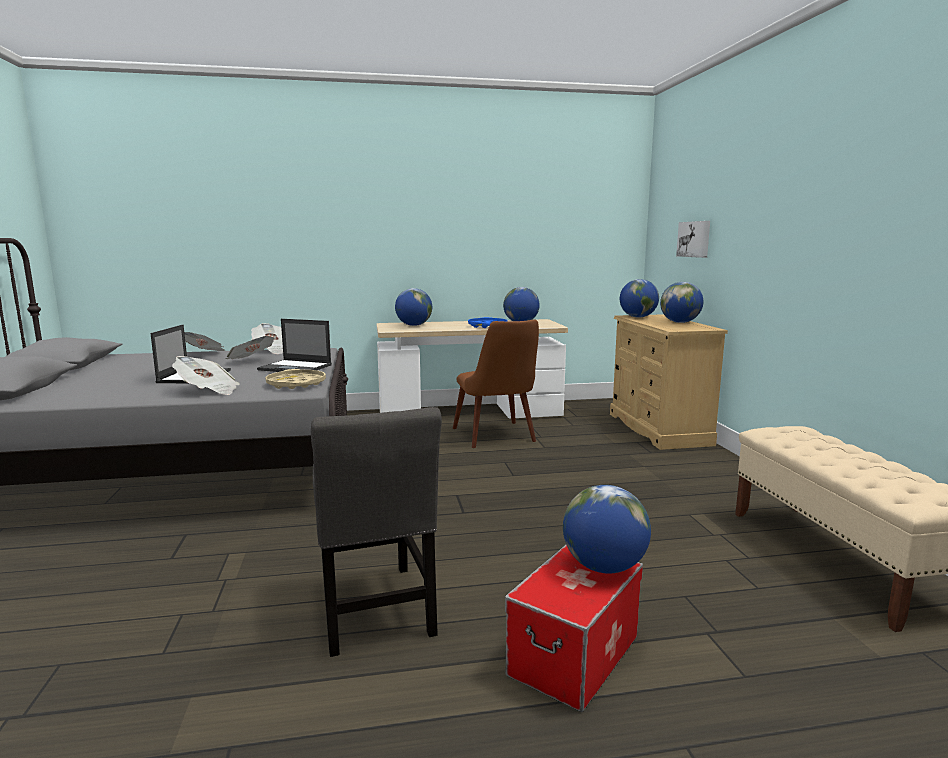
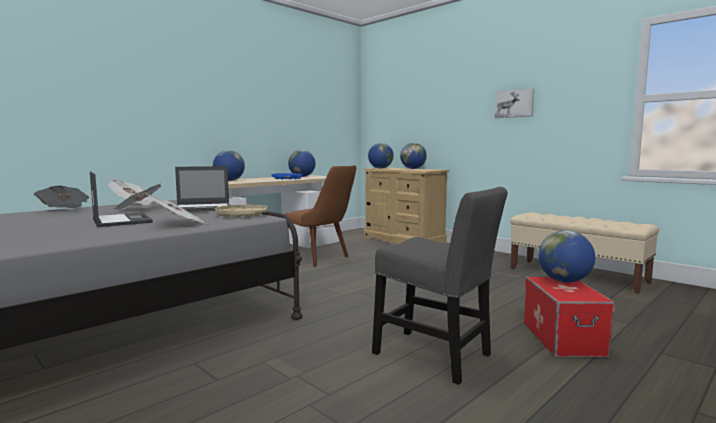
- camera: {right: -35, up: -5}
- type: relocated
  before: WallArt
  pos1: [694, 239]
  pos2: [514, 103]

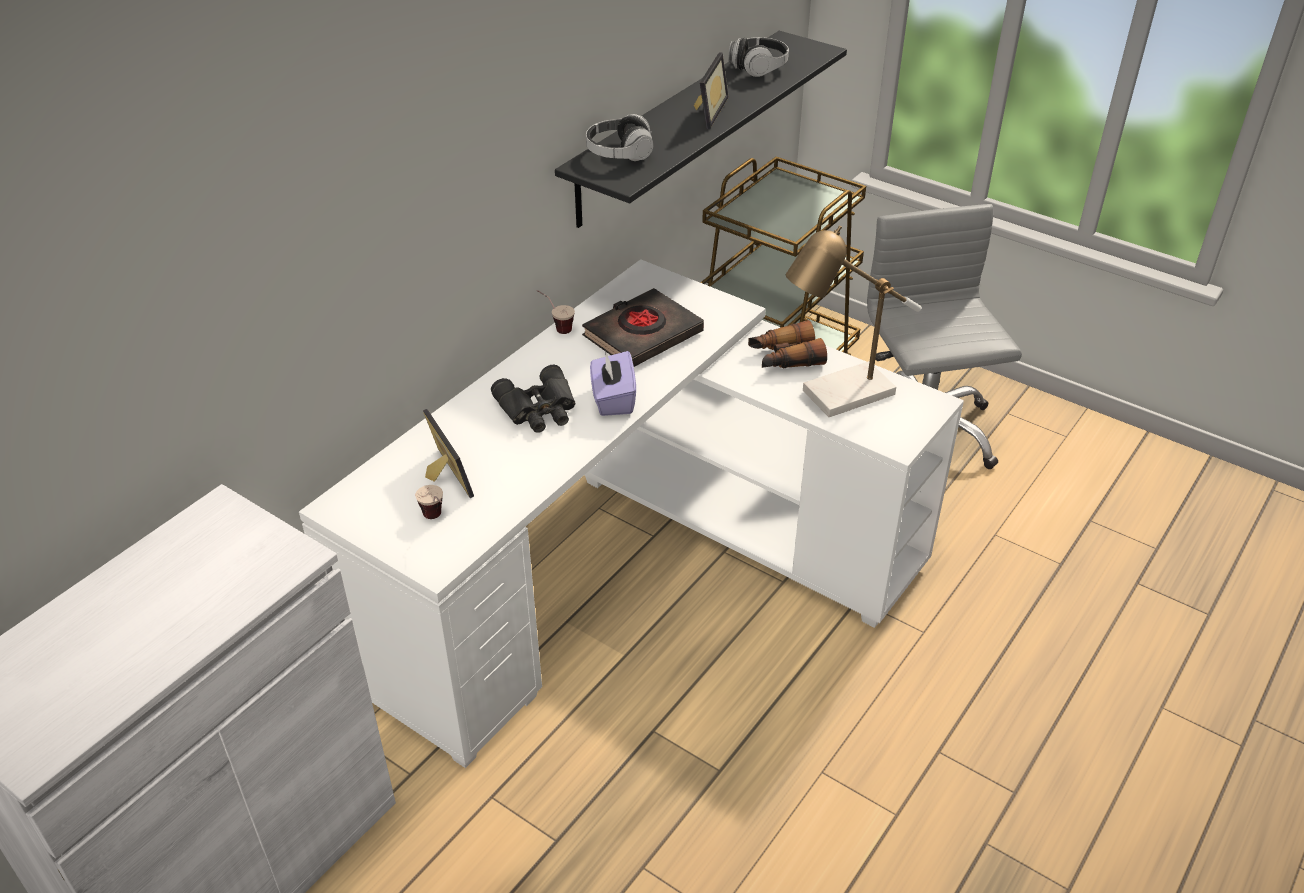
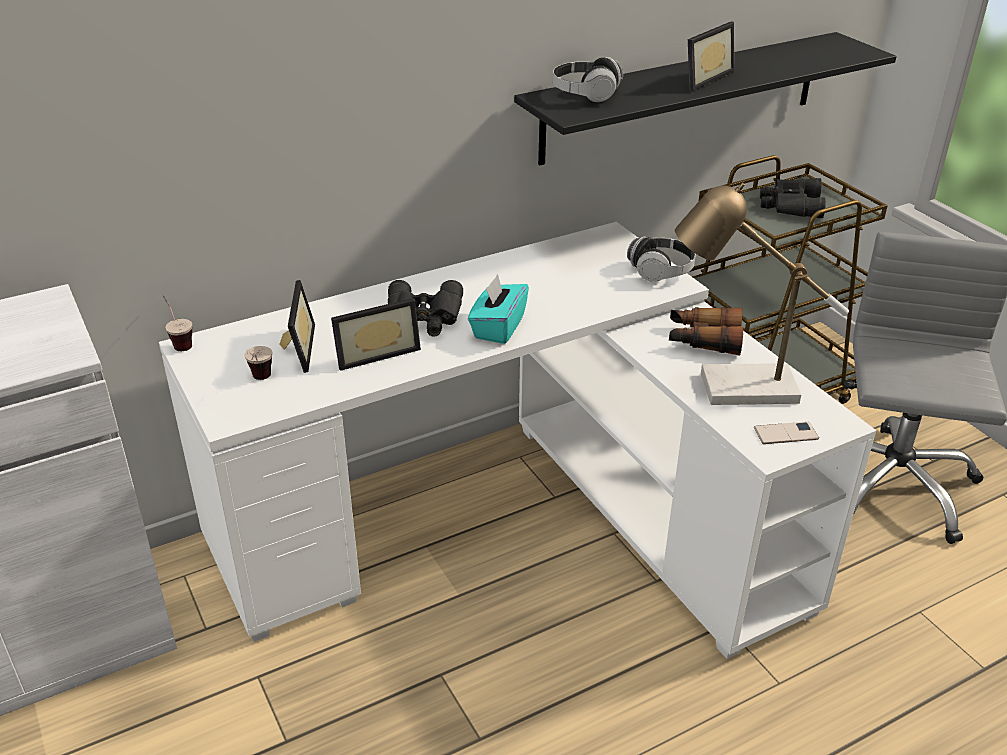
- camera: {right: 25, up: -5}
- type: relocated
  before: PairOfHeadphones
  pos1: [758, 68]
  pos2: [660, 271]
- type: missing
  before: BlackVolume
  pos1: [642, 335]
- type: relocated
  before: SmallCup
  pos1: [556, 327]
  pos2: [179, 342]
- type: colour
  before: PurplishTissueHolder
  after: TurquoiseTissueHolder
  pos1: [613, 399]
  pos2: [498, 328]
- type: appeared
  after: BlackBinoculars
  pos2: [789, 205]
- type: appeared
  after: PhotoFrame
  pos2: [375, 352]
- type: appeared
  after: Telephone
  pos2: [785, 433]

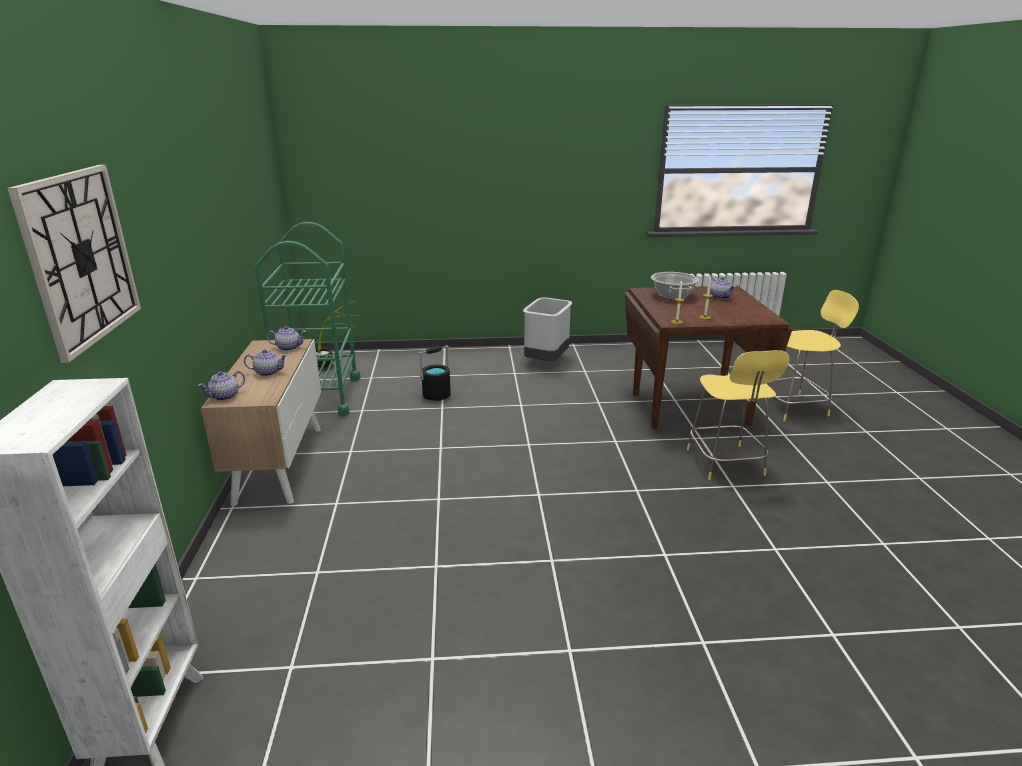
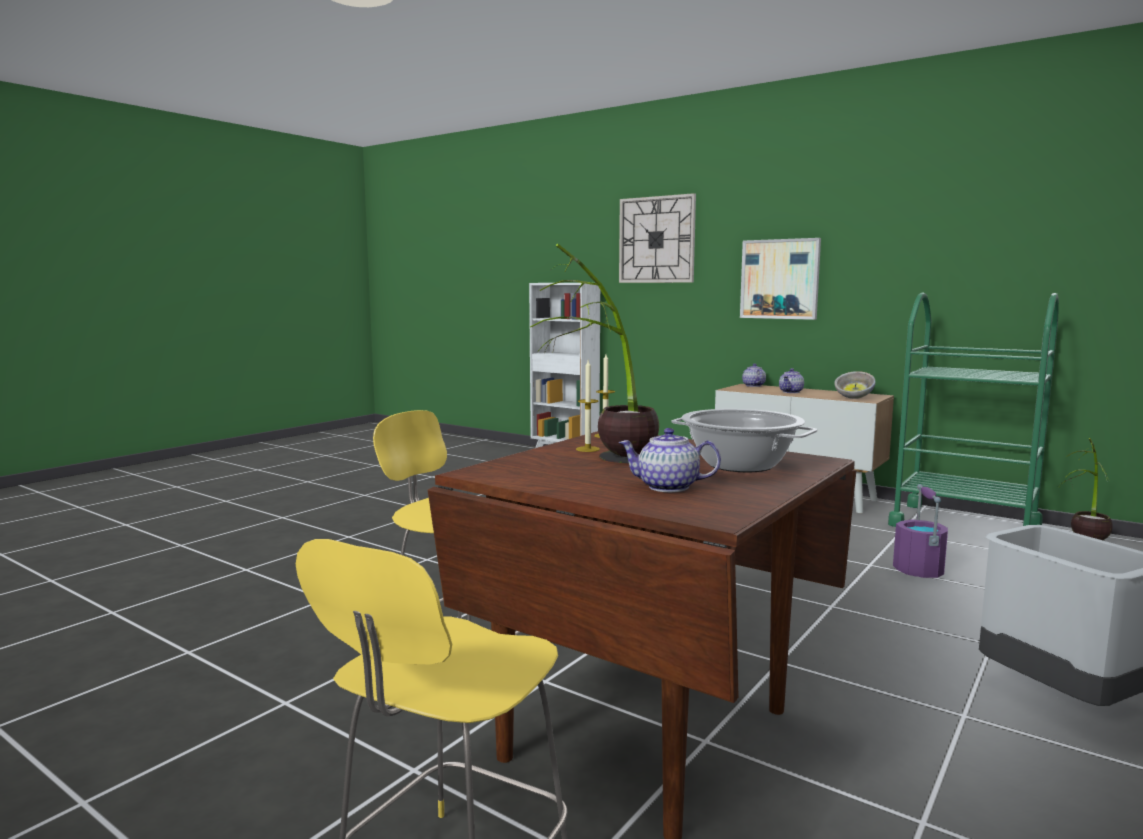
- camera: {right: 130, up: -15}
- type: exchanged
  before: PotForTea
  after: ServingBowl
  pos1: [289, 347]
  pos2: [854, 398]
- type: colour
  before: BlackPail
  after: PurplishPail
  pos1: [437, 395]
  pos2: [919, 571]
- type: appeared
  after: WallArt
  pos2: [780, 279]
- type: appeared
  after: PlantInAPot
  pos2: [605, 462]

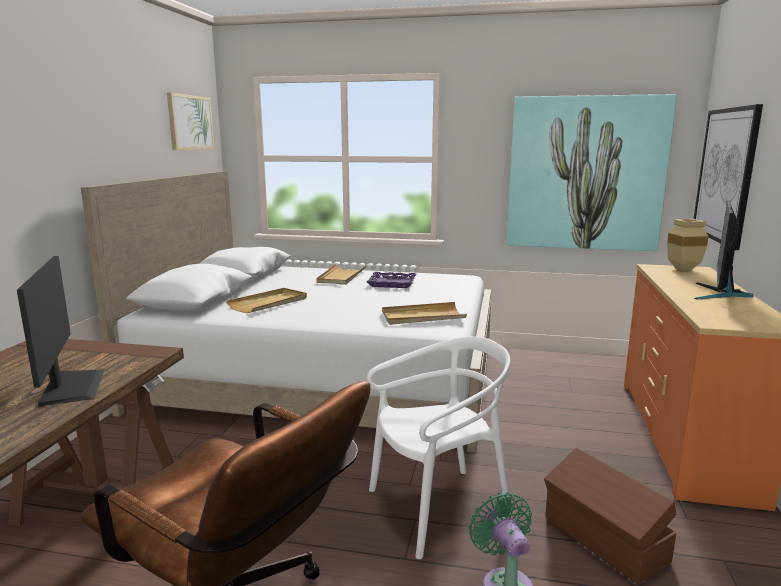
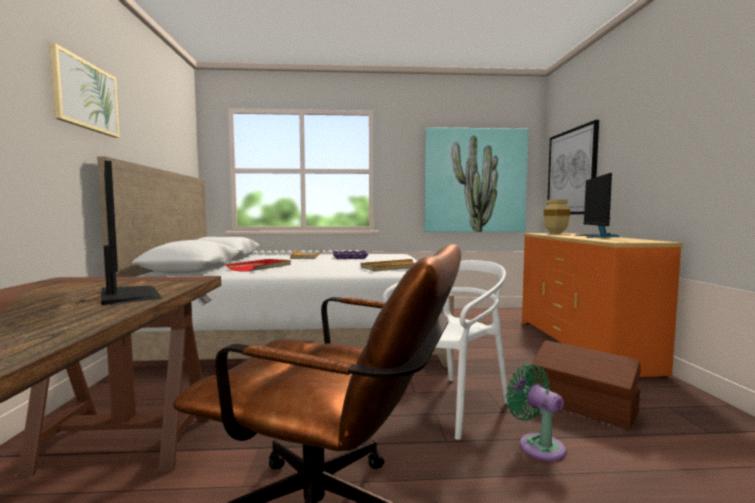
- camera: {right: -15, up: -10}
- type: relocated
  before: WallArt
  pos1: [190, 122]
  pos2: [85, 95]
- type: colour
  before: BeigeCarryingTray
  after: RedColouredCarryingTray
  pos1: [269, 303]
  pos2: [261, 267]

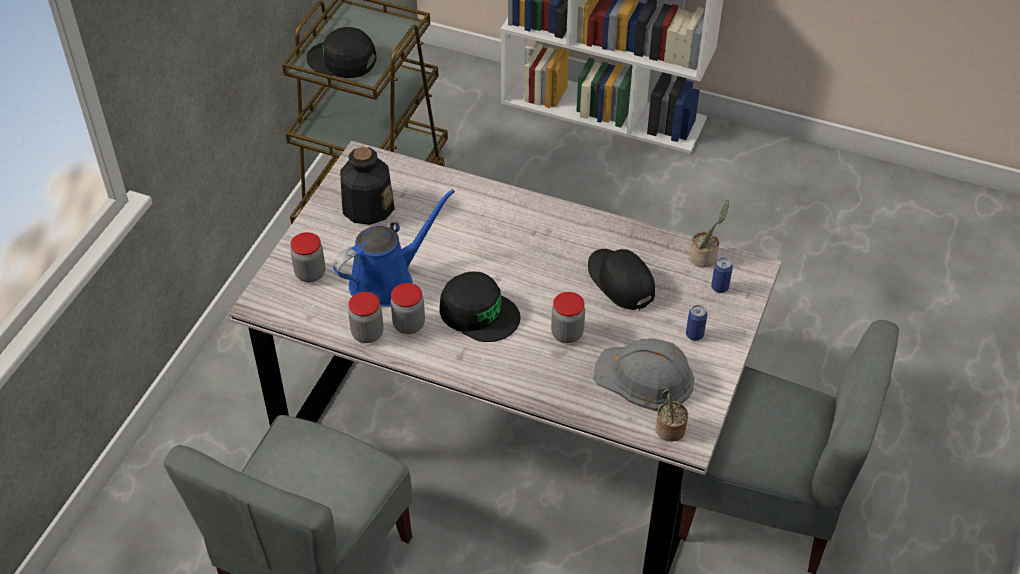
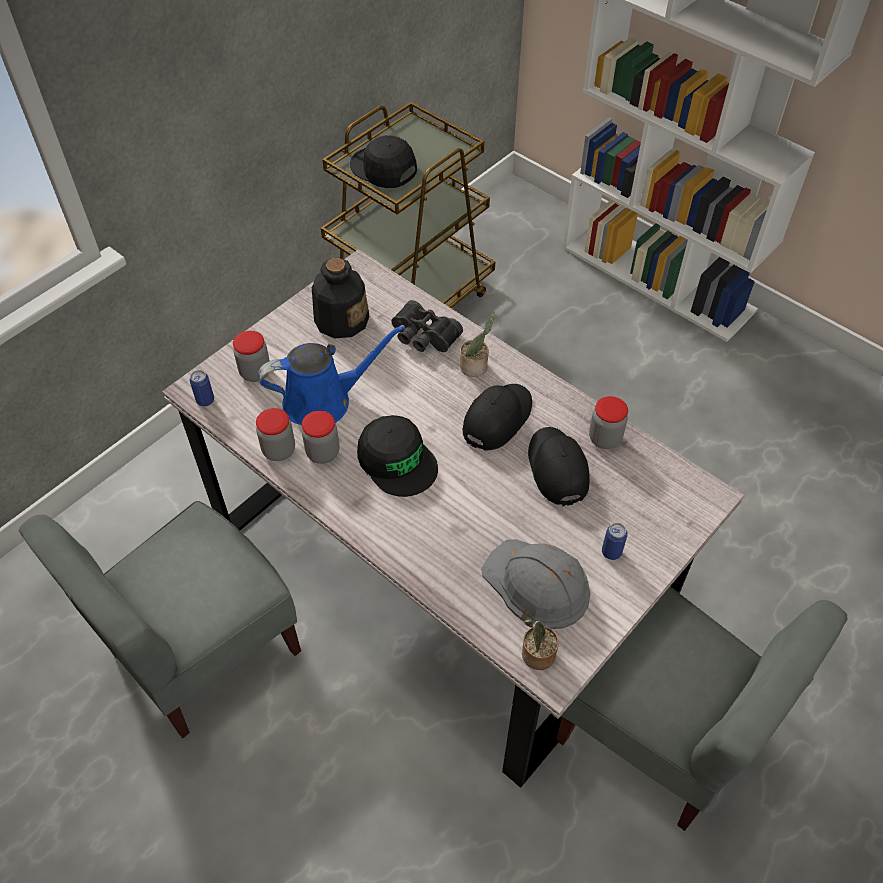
- camera: {right: 20, up: 5}
- type: relocated
  before: PlantInAPot
  pos1: [705, 257]
  pos2: [475, 367]
- type: relocated
  before: SealedCan
  pos1: [719, 287]
  pos2: [205, 400]
- type: relocated
  before: StorageJar
  pos1: [567, 333]
  pos2: [605, 438]
- type: appeared
  after: BlackBinoculars
  pos2: [423, 337]
- type: appeared
  after: BlackCap
  pos2: [497, 419]

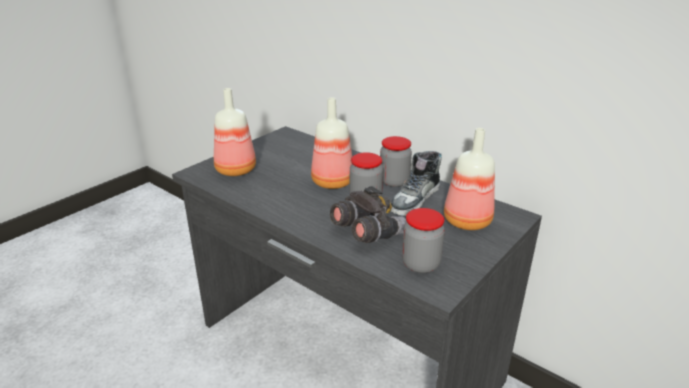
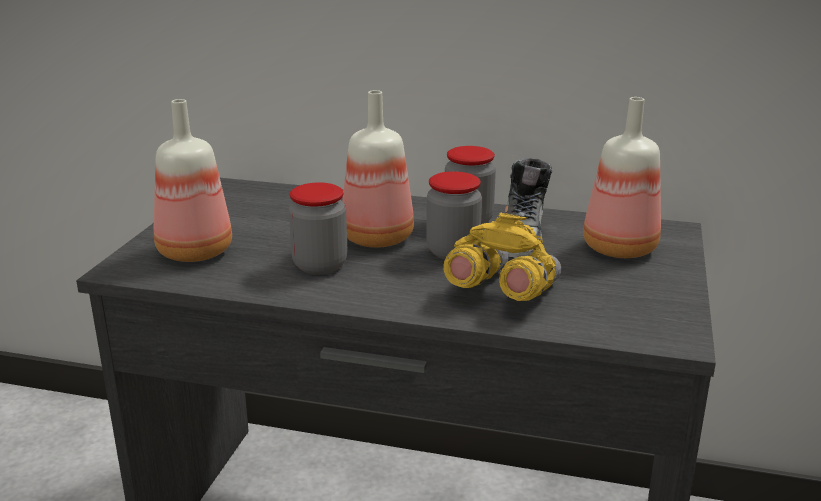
- camera: {right: -25, up: -5}
- type: colour
  before: GreyBinoculars
  after: YellowishBinoculars
  pos1: [367, 233]
  pos2: [502, 293]
- type: relocated
  before: StorageJar
  pos1: [420, 264]
  pos2: [320, 265]

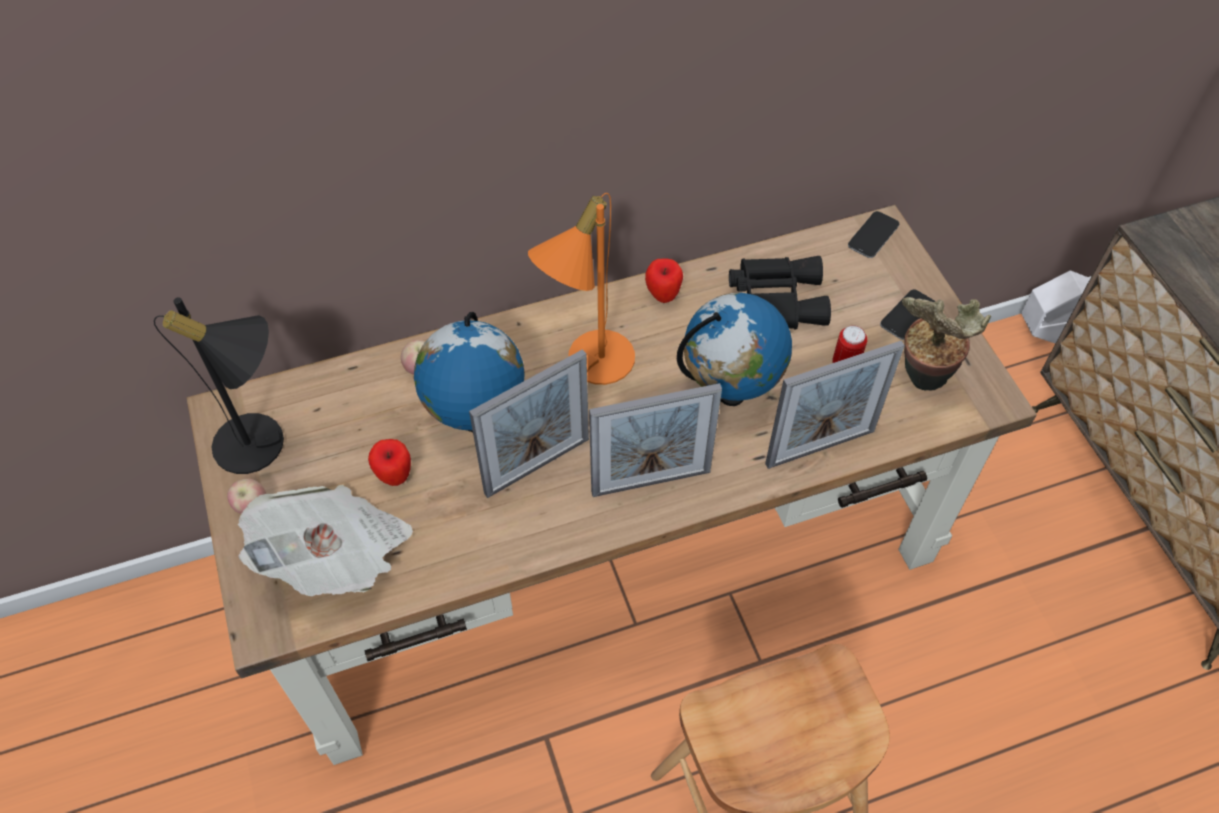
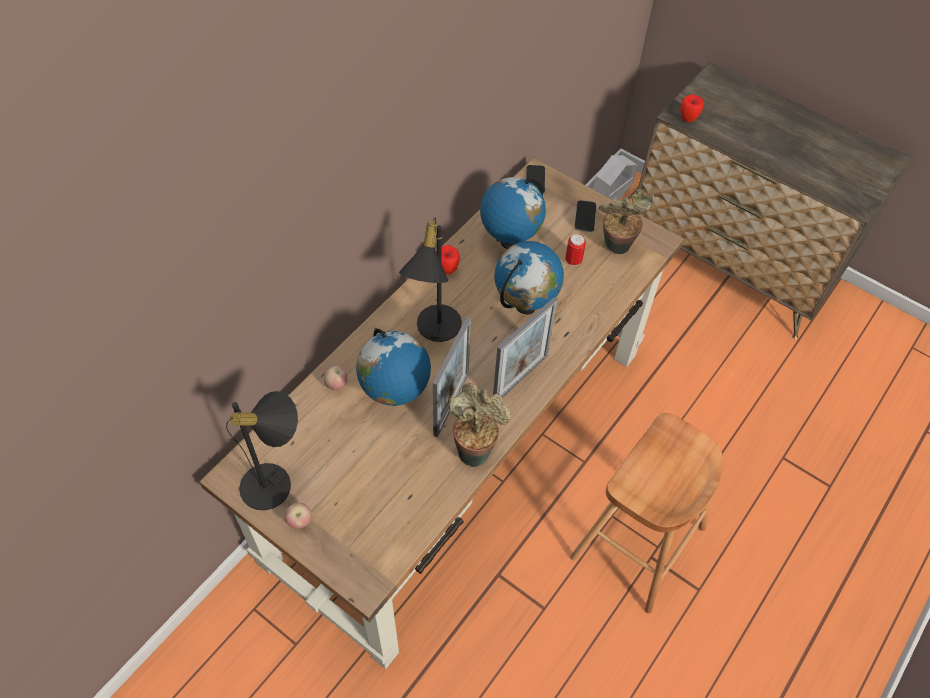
- camera: {right: -35, up: 0}
- type: colour
  before: OrangeLampForATable
  after: BlackLampForATable
  pos1: [588, 361]
  pos2: [433, 329]
- type: exchanged
  before: BlackBinoculars
  after: DeskGlobe
  pos1: [774, 299]
  pos2: [509, 242]
- type: missing
  before: PhotoFrame
  pos1: [820, 447]
- type: relocated
  before: WholeApple
  pos1: [395, 477]
  pos2: [687, 119]
- type: missing
  before: PrintedPaper
  pos1: [336, 556]
- type: appeared
  after: PlantInAPot
  pos2: [475, 449]

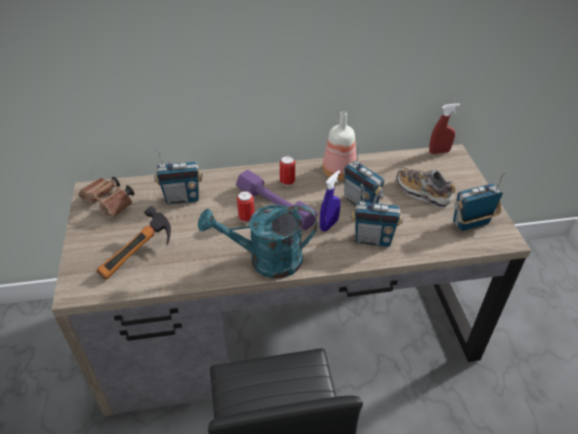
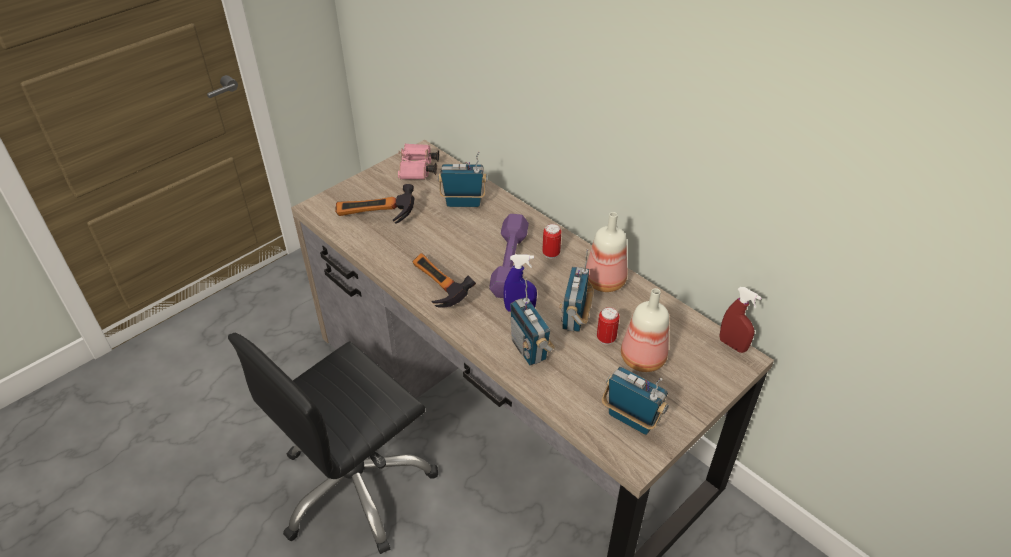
- camera: {right: 55, up: 0}
- type: spun
  before: Radio
  pos1: [182, 198]
  pos2: [463, 203]
  turn: 135
- type: exchanged
  before: LowShoe
  after: DrinkBottle
  pos1: [422, 193]
  pos2: [641, 359]
- type: colour
  before: BrownColouredBinoculars
  after: PinkishBinoculars
  pos1: [110, 204]
  pos2: [418, 171]
- type: relocated
  before: SealedCan
  pos1: [246, 218]
  pos2: [606, 338]
- type: exchanged
  before: TurquoiseWateringCan
  after: Hammer
  pos1: [266, 260]
  pos2: [435, 290]

